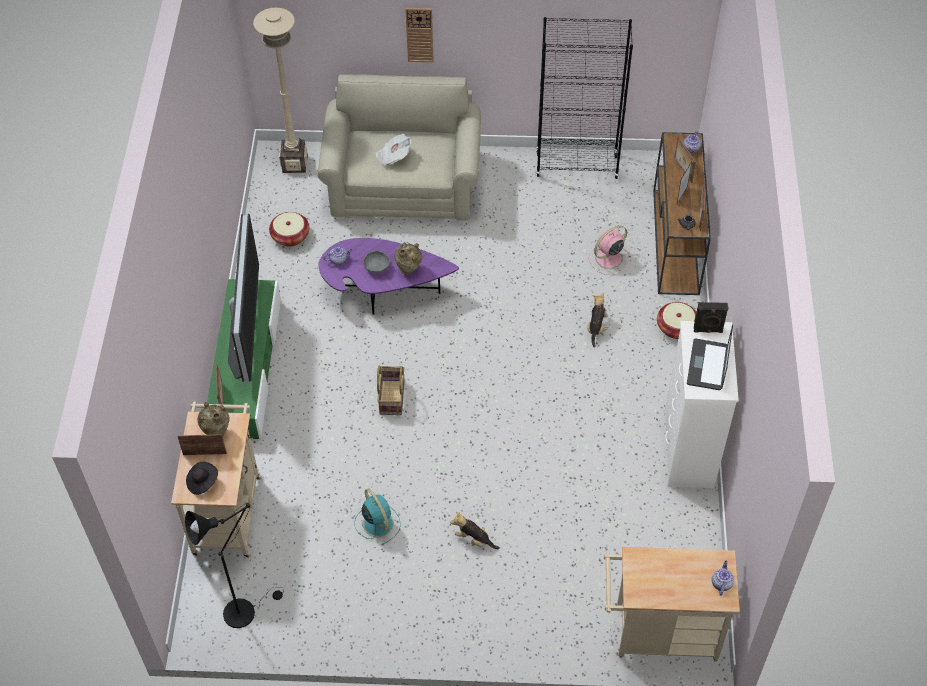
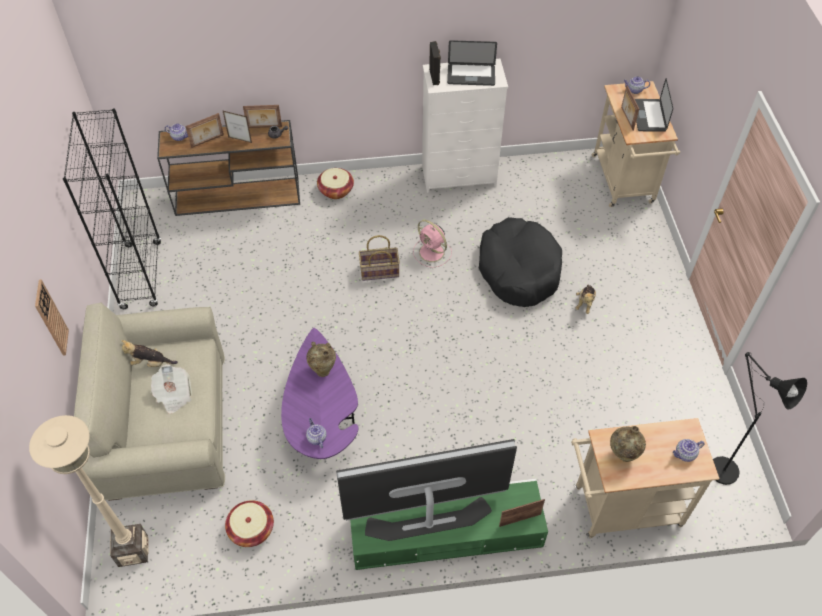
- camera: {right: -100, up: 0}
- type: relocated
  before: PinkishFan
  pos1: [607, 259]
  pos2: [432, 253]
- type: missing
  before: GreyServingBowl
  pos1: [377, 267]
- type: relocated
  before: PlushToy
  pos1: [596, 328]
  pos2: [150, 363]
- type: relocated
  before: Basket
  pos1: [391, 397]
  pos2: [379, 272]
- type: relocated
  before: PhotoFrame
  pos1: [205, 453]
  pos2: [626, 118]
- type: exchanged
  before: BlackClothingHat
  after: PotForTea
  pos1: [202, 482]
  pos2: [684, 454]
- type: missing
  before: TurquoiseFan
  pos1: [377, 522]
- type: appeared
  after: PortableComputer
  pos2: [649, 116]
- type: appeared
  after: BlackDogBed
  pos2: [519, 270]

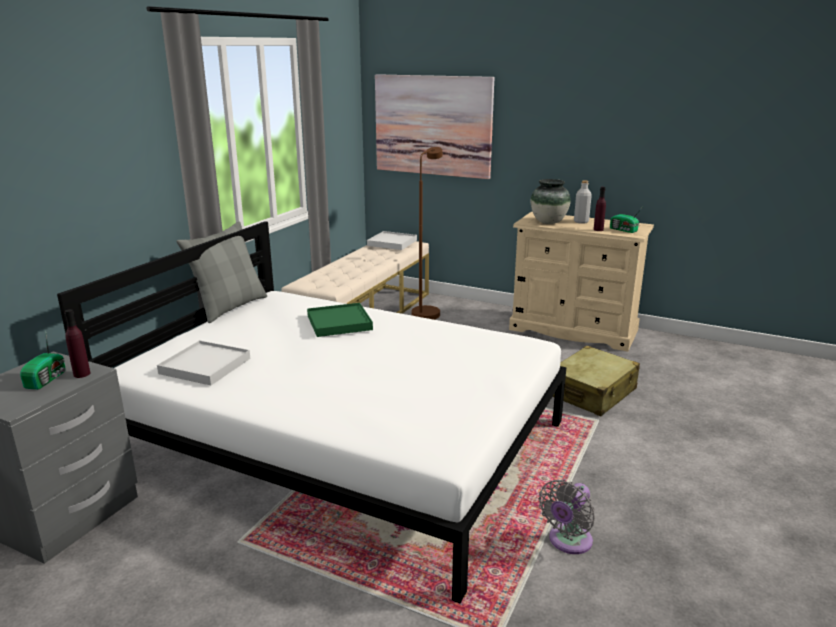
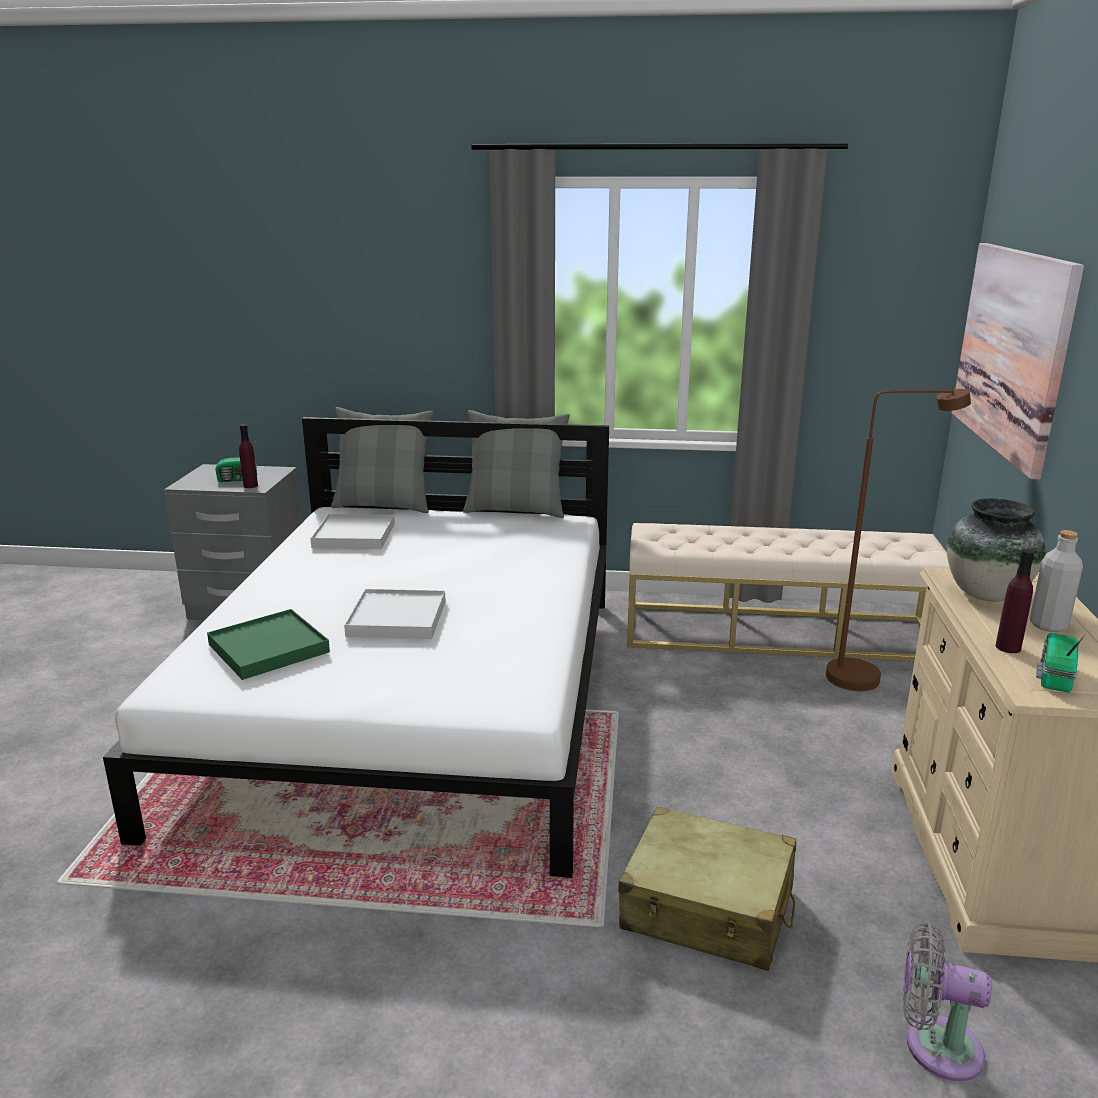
- camera: {right: 70, up: 0}
- type: relocated
  before: WhiteColouredCarryingTray
  pos1: [392, 243]
  pos2: [397, 619]
- type: relocated
  before: GreenColouredCarryingTray
  pos1: [339, 323]
  pos2: [268, 648]
- type: relocated
  before: GreyFan
  pos1: [568, 542]
  pos2: [935, 1046]
- type: appeared
  after: GreyThrowPillow
  pos2: [384, 505]

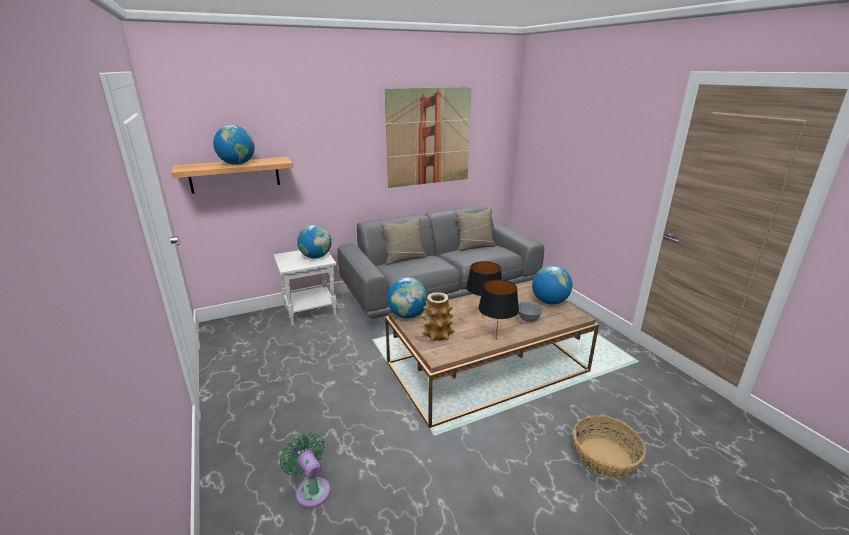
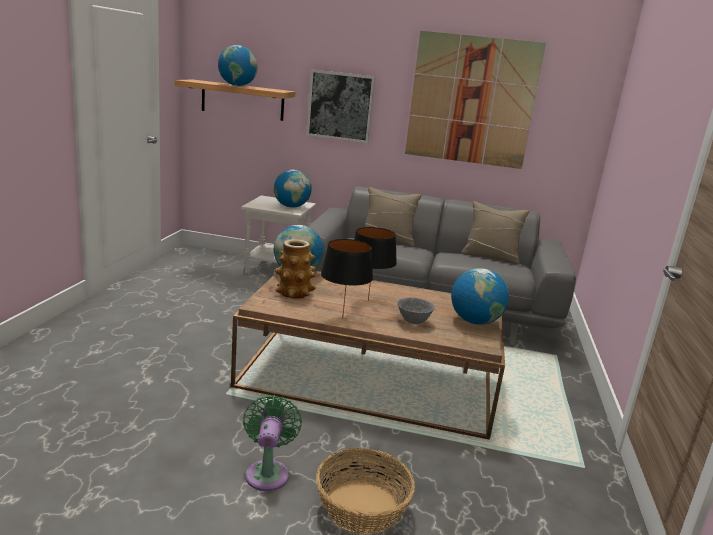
- camera: {right: 35, up: -5}
- type: relocated
  before: GreenColouredFan
  pos1: [311, 489]
  pos2: [268, 472]
- type: appeared
  after: WallArt
  pos2: [340, 106]

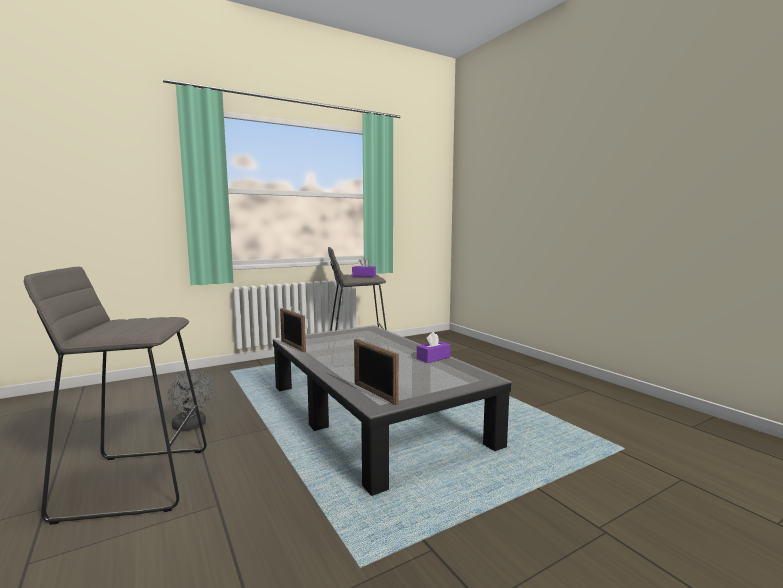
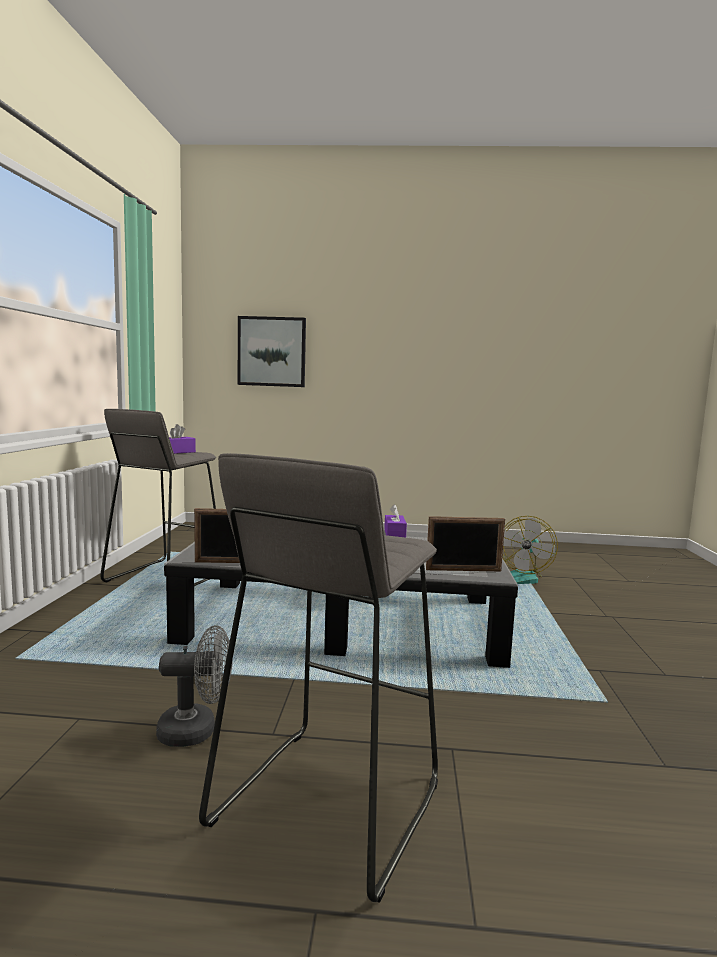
- camera: {right: -55, up: 0}
- type: appeared
  after: WallArt
  pos2: [272, 352]
- type: appeared
  after: Fan
  pos2: [520, 577]

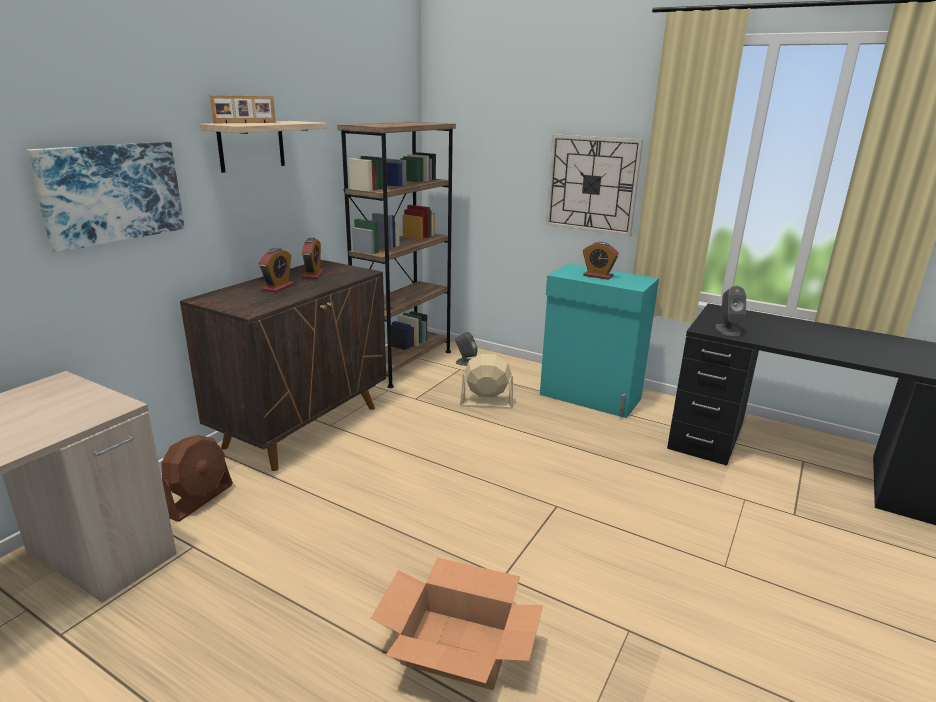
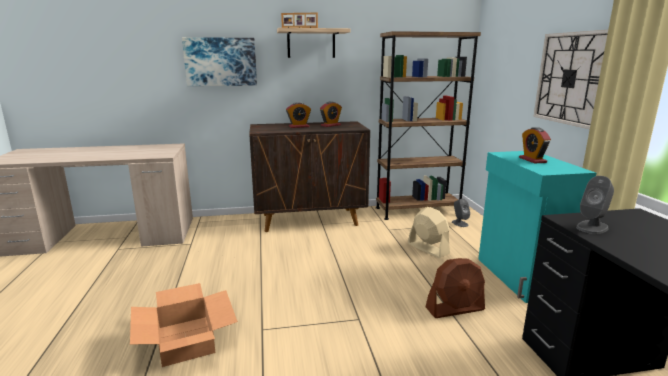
- camera: {right: 50, up: -5}
- type: relocated
  before: BrownColouredFan
  pos1: [198, 499]
  pos2: [455, 309]

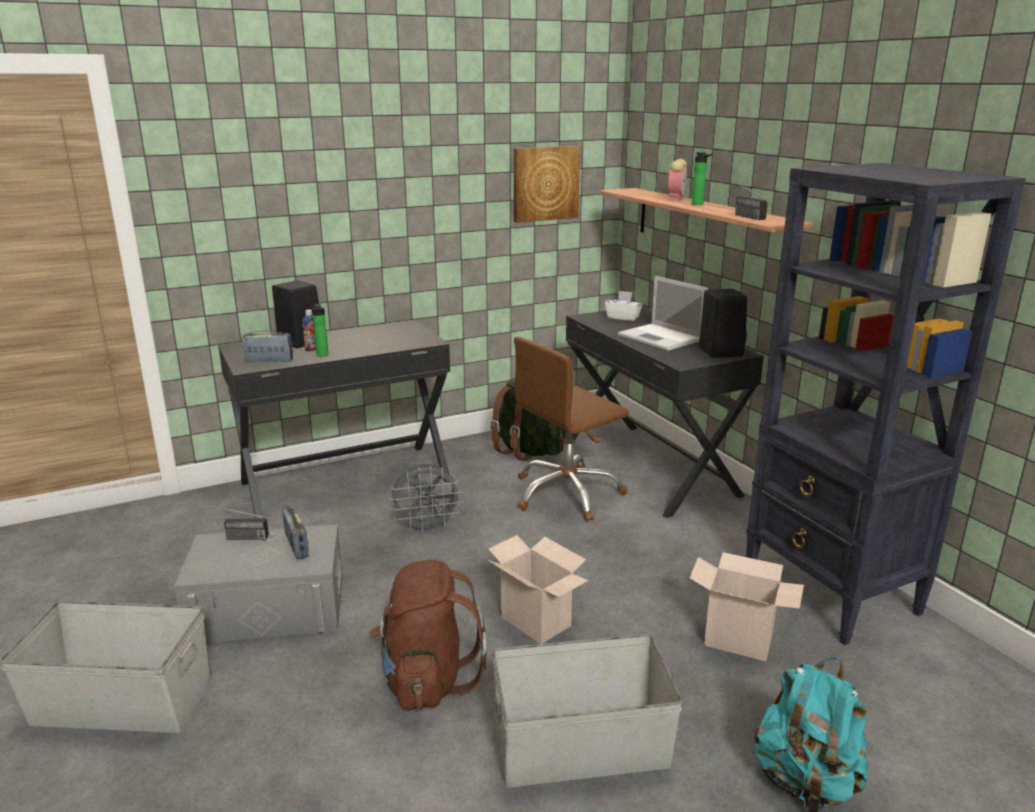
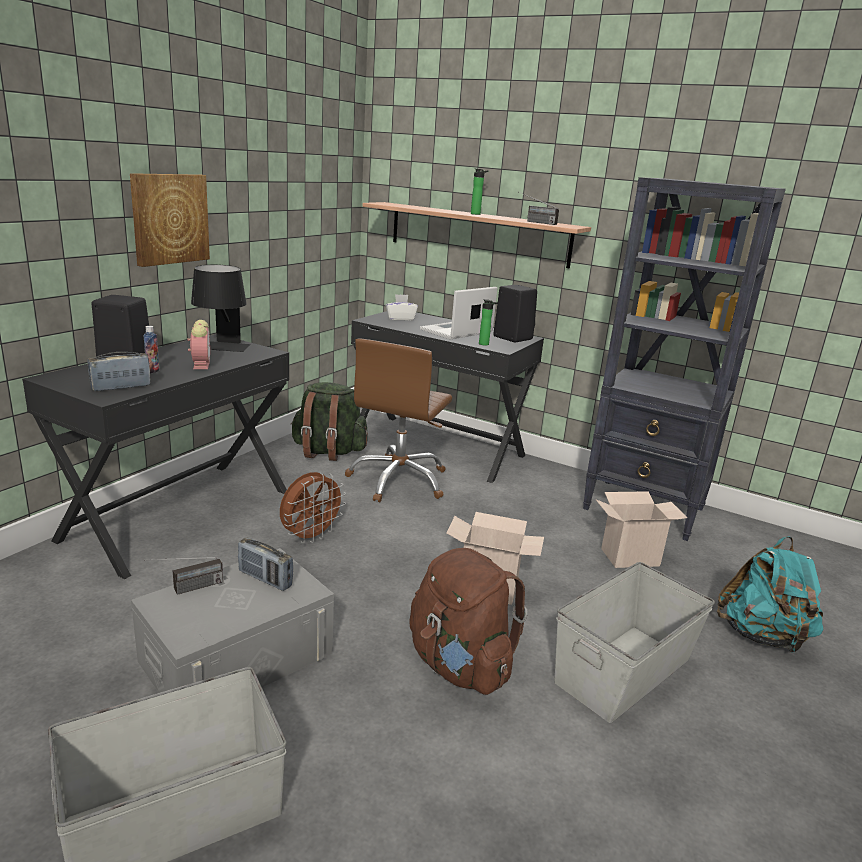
- camera: {right: -35, up: 0}
- type: relocated
  before: WallArt
  pos1: [545, 183]
  pos2: [169, 218]
- type: relocated
  before: AlarmClock
  pos1: [675, 198]
  pos2: [201, 364]
- type: spun
  before: PortableComputer
  pos1: [661, 338]
  pos2: [455, 331]
  turn: 120
- type: relocated
  before: DrinkBottle
  pos1: [323, 355]
  pos2: [485, 344]
- type: colour
  before: GreyFan
  after: BrownColouredFan
  pos1: [426, 527]
  pos2: [310, 537]
- type: appeared
  after: BlackLampForATable
  pos2: [222, 349]

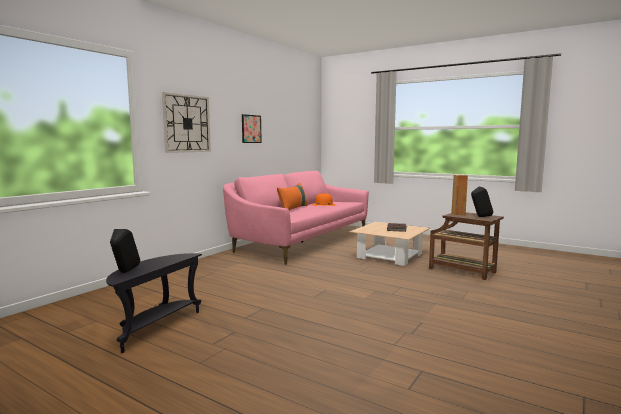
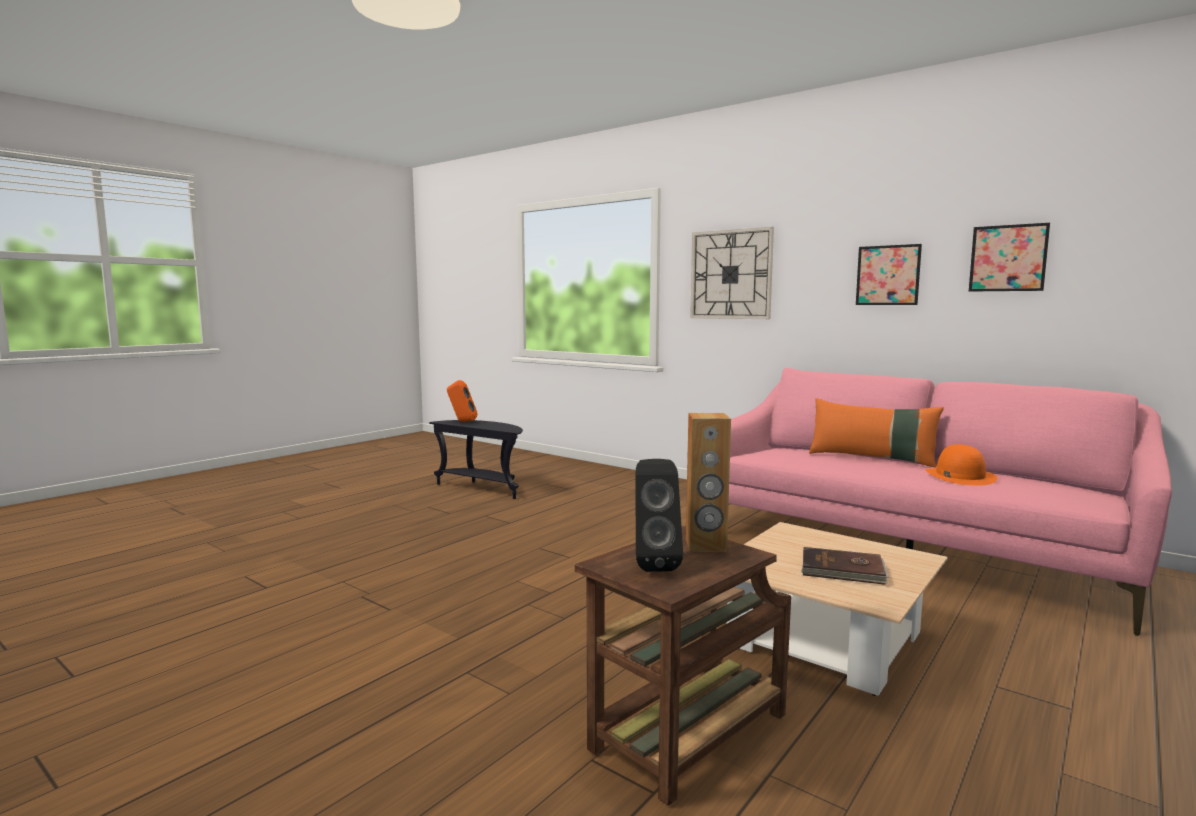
- camera: {right: 95, up: 0}
- type: colour
  before: BlackAudioSpeaker
  after: OrangeAudioSpeaker
  pos1: [124, 272]
  pos2: [462, 421]
- type: appeared
  after: WallArt
  pos2: [1008, 258]

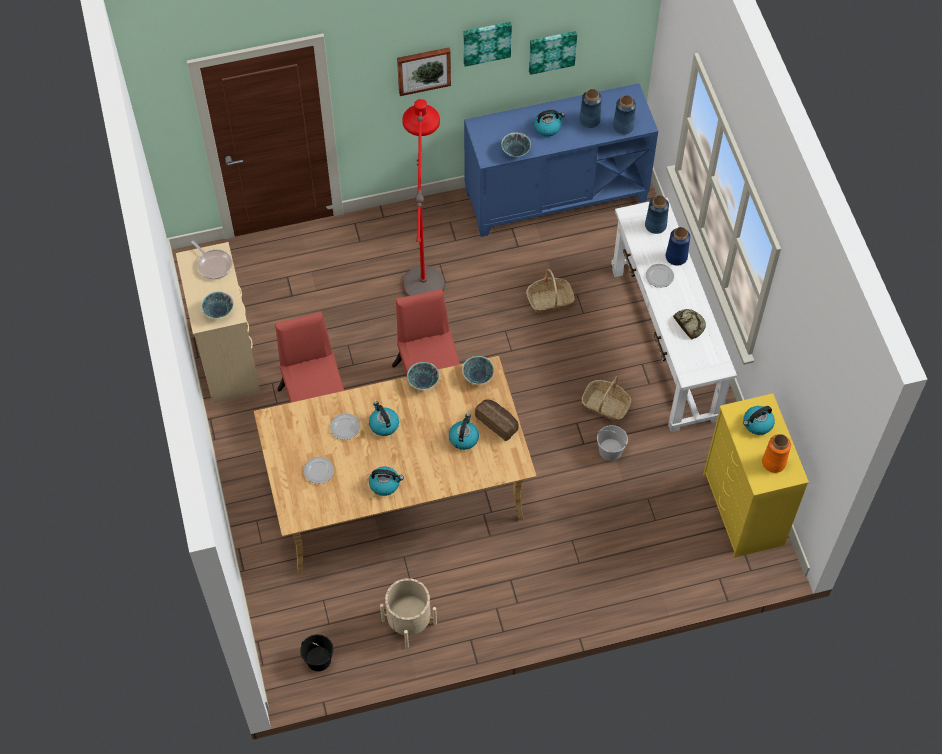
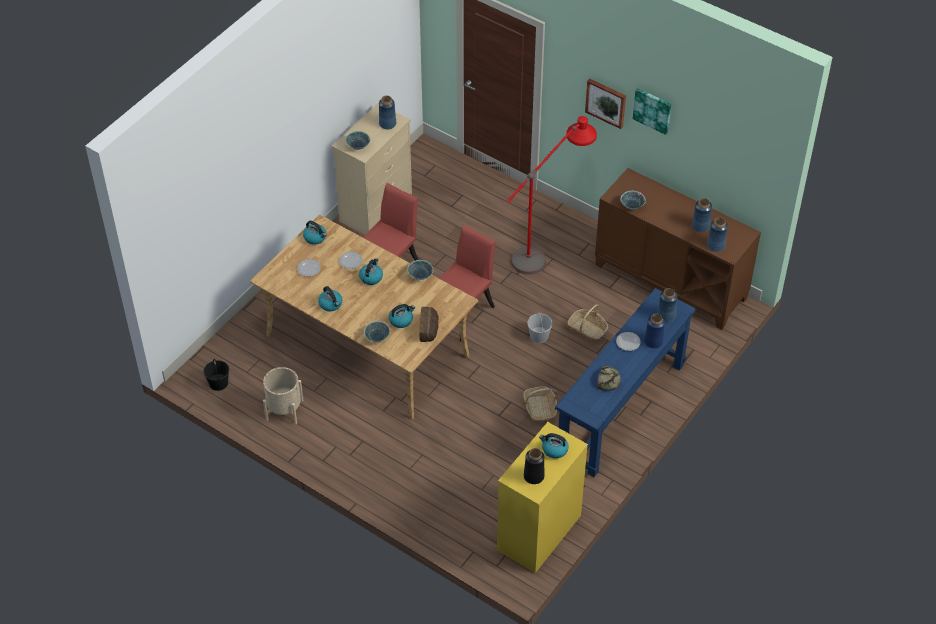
- camera: {right: 50, up: -10}
- type: missing
  before: WallArt
  pos1: [552, 51]
- type: colour
  before: BlueColouredCabinet
  after: BrownColouredCabinet
  pos1: [555, 195]
  pos2: [671, 281]
- type: relocated
  before: WaterKettle
  pos1: [547, 127]
  pos2: [315, 238]
- type: colour
  before: WhiteColouredConsoleTable
  after: BlueColouredConsoleTable
  pos1: [664, 343]
  pos2: [621, 410]
- type: exchanged
  before: FryingPan
  after: BlueColouredDecorativeVase
  pos1: [214, 264]
  pos2: [387, 123]
- type: relocated
  before: ServingBowl
  pos1: [478, 376]
  pos2: [377, 338]
- type: relocated
  before: WhiteColouredPail
  pos1: [610, 450]
  pos2: [539, 335]
- type: colour
  before: OrangeDecorativeVase
  after: BlackDecorativeVase
  pos1: [774, 462]
  pos2: [533, 476]

